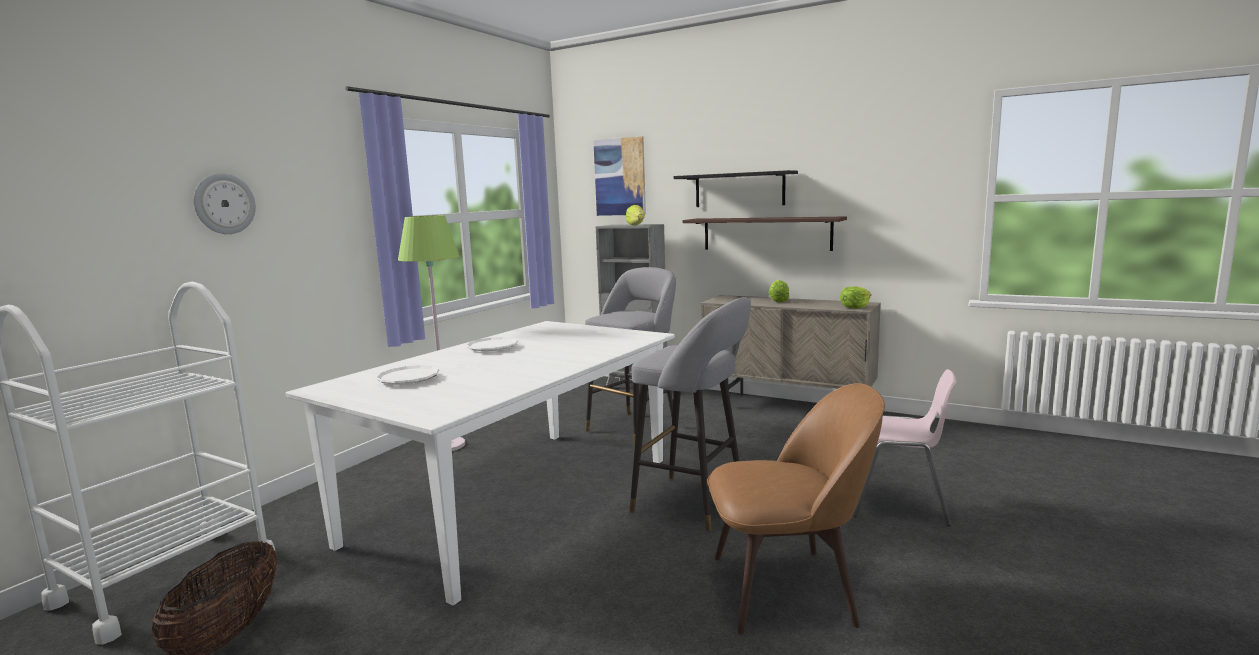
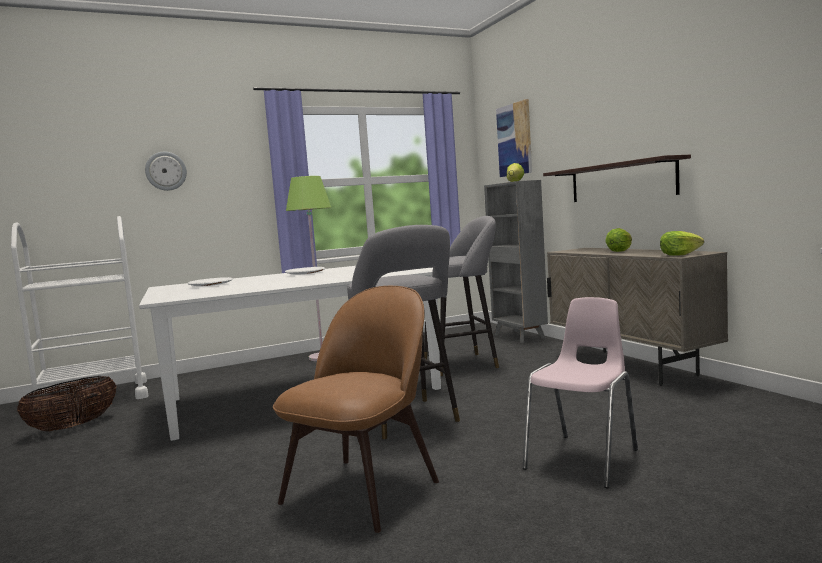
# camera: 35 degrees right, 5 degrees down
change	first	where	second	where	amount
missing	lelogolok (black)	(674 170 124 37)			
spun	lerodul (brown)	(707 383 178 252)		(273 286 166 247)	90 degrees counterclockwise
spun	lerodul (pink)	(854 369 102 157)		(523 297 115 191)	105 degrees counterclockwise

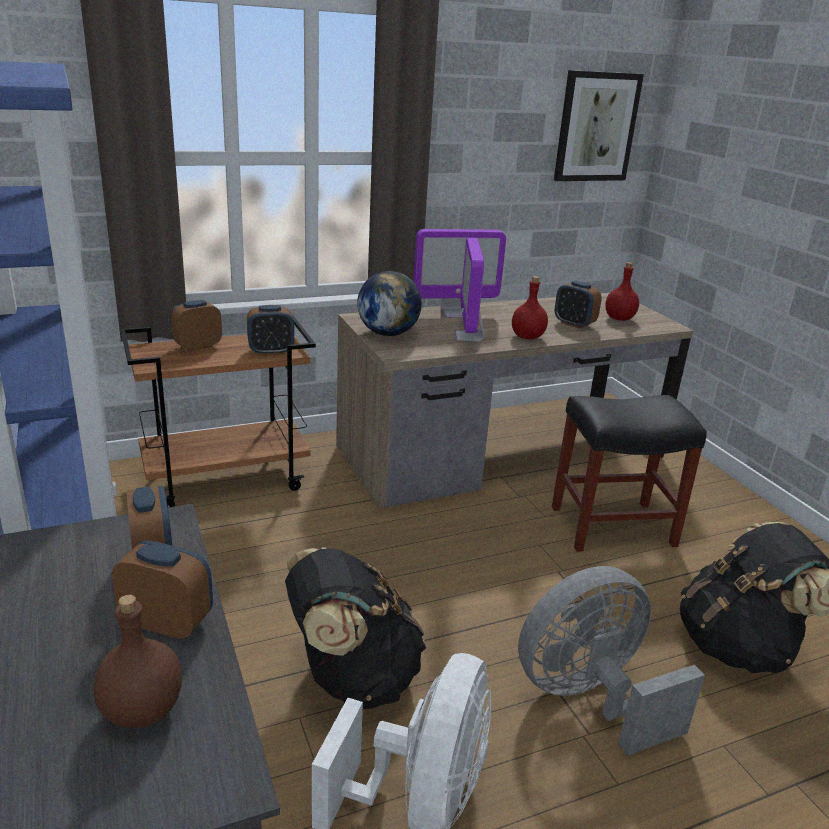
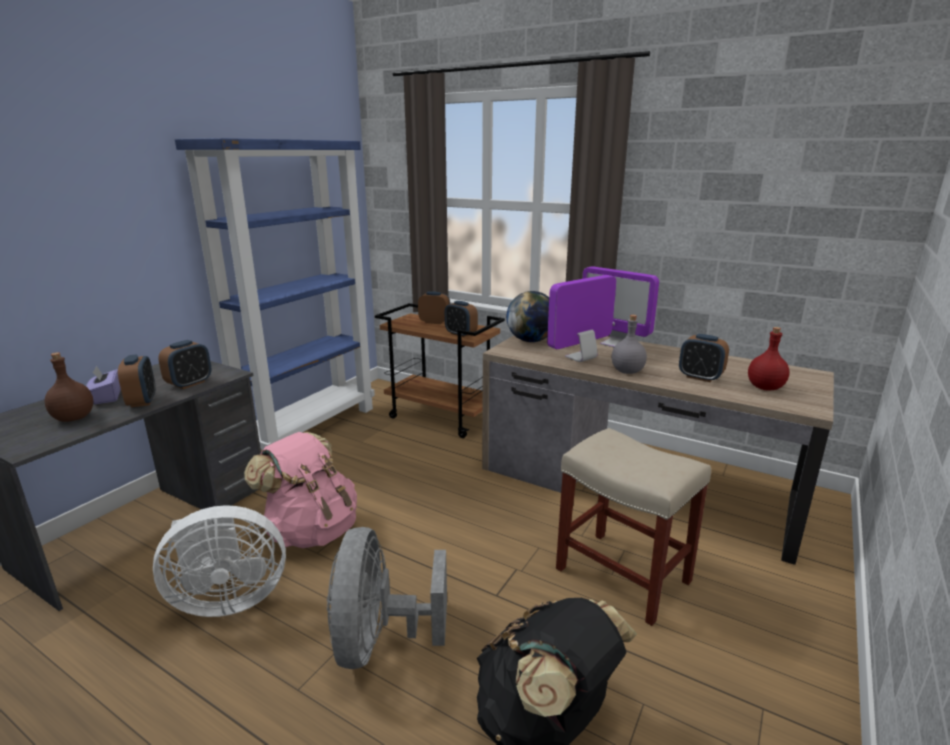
# camera: 55 degrees right, 5 degrees down
change	first	where	second	where	amount
missing	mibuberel	(554 70 90 111)			
appeared			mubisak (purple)	(86 366 35 38)	
colour	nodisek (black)	(285 547 141 162)	nodisek (pink)	(244 432 113 116)	
colour	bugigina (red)	(512 276 36 64)	bugigina (grey)	(612 315 35 59)	
colour	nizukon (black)	(552 395 155 157)	nizukon (beige)	(556 428 155 198)	
spun	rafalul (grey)	(518 566 187 190)		(327 527 120 142)	120 degrees counterclockwise
spun	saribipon	(555 280 47 49)		(679 334 50 48)	60 degrees counterclockwise

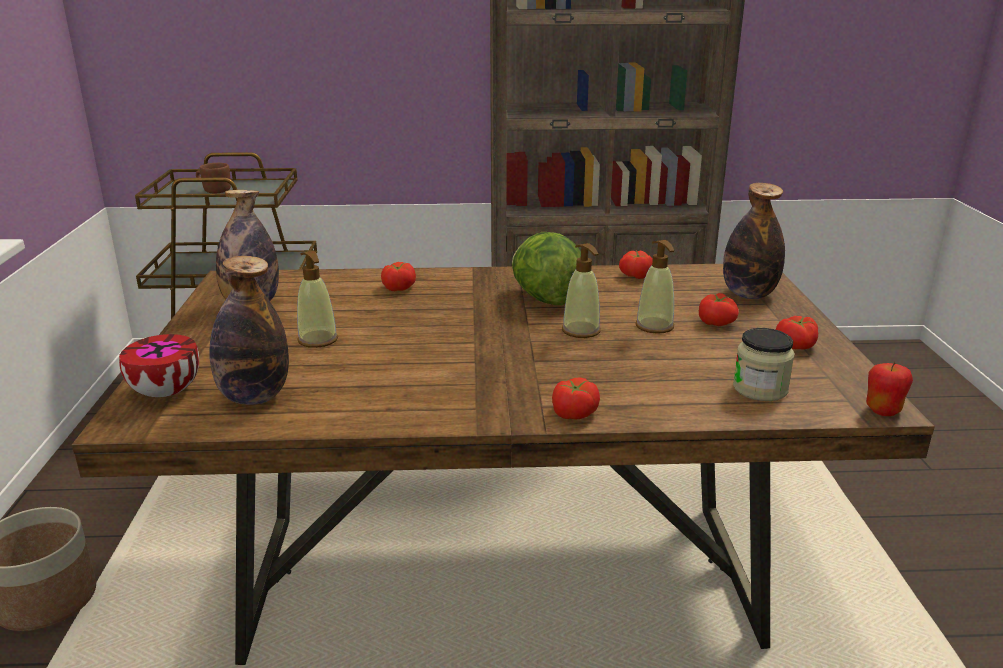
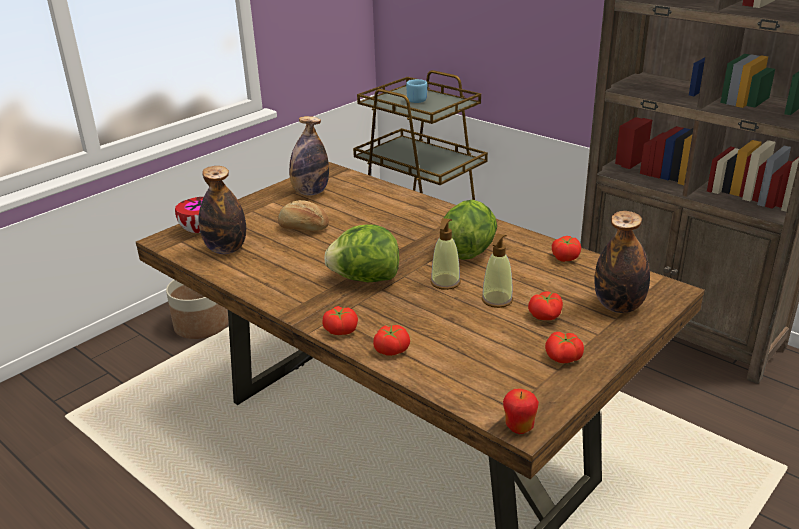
# camera: 45 degrees right, 5 degrees up
change	first	where	second	where	amount
missing	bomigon	(733 328 61 73)			
appeared			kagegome	(324 224 75 58)	
relocated	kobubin	(381 262 35 29)		(373 325 37 31)	
exchanged	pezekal	(297 251 41 97)	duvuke	(278 200 51 31)	
colour	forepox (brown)	(196 163 35 30)	forepox (blue)	(406 79 21 24)	

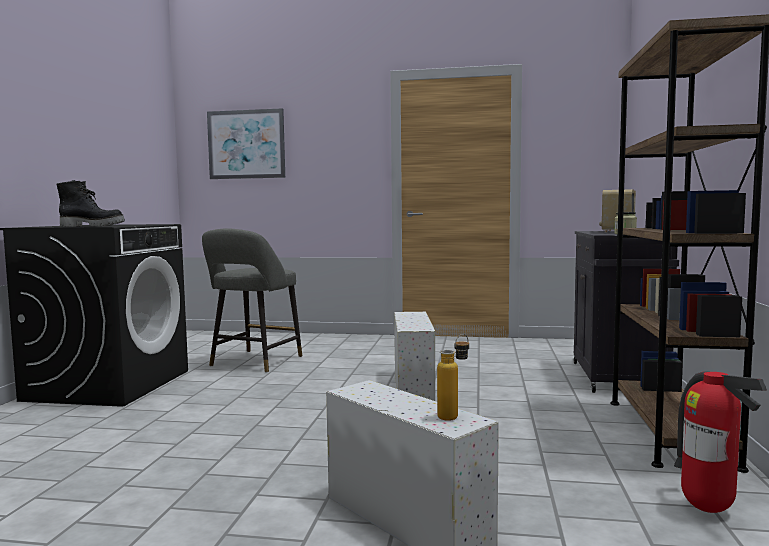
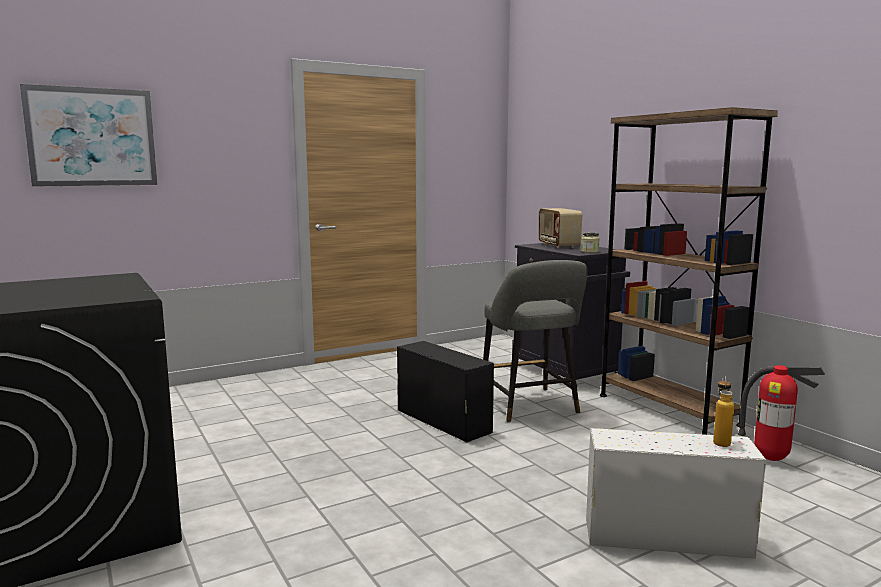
# camera: 40 degrees left, 5 degrees up
change	first	where	second	where	amount
missing	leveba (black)	(56 180 69 47)			
relocated	nizukon (grey)	(202 229 100 144)		(483 260 105 163)	
colour	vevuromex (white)	(394 312 41 89)	vevuromex (black)	(397 341 97 102)	

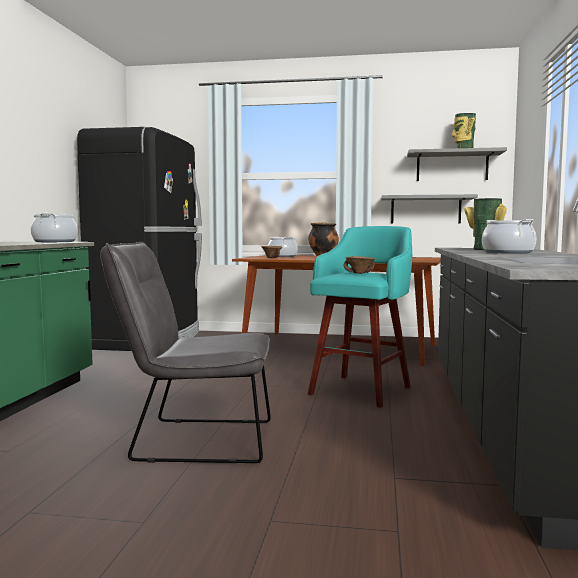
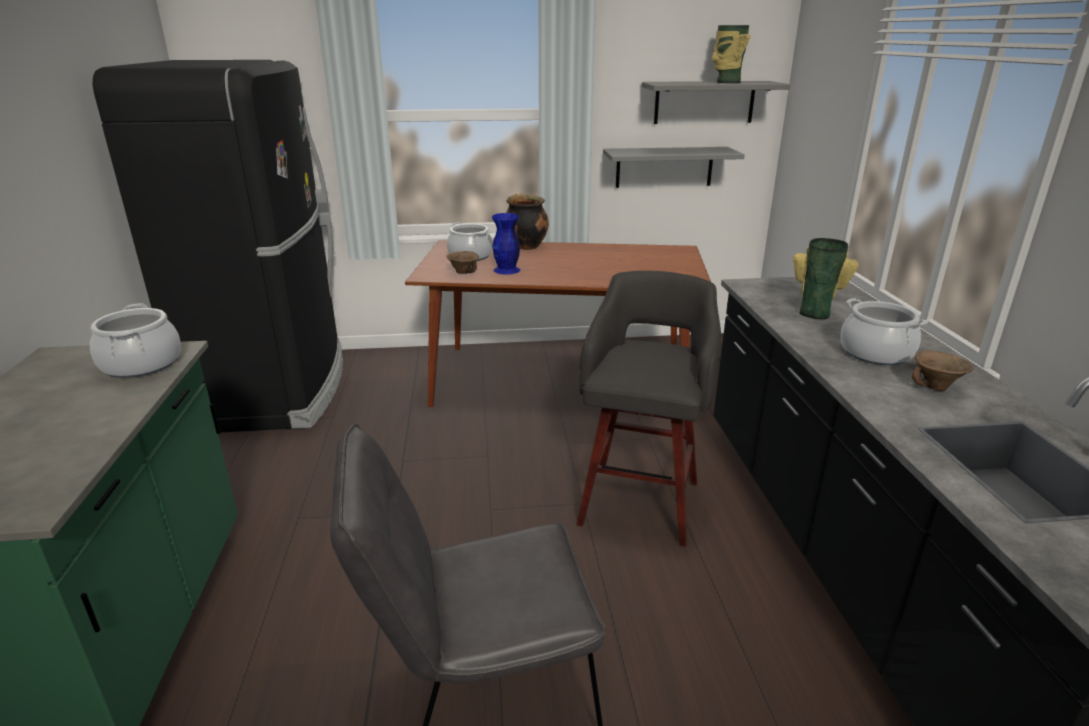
# camera: 15 degrees left, 20 degrees up
change	first	where	second	where	amount
appeared			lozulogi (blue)	(492 213 28 62)	
relocated	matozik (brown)	(344 256 31 18)		(912 350 61 41)	
colour	nizukon (turquoise)	(308 226 104 182)	nizukon (grey)	(576 271 145 276)	

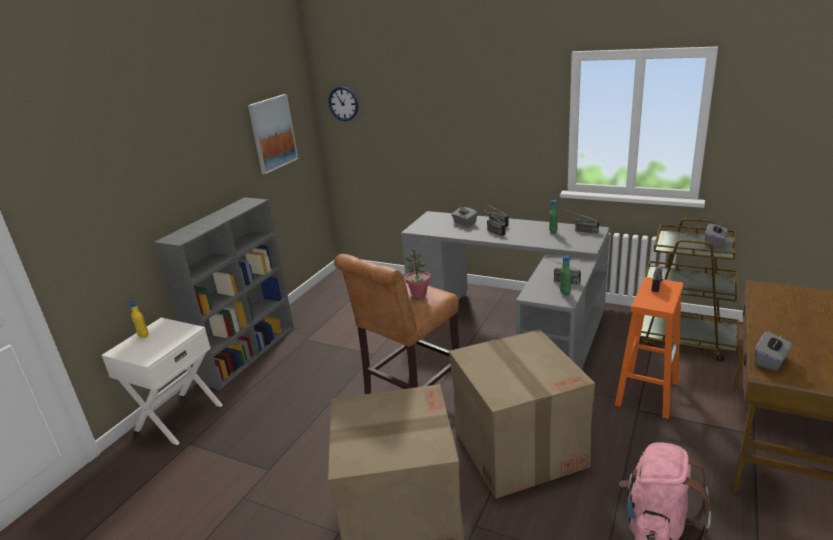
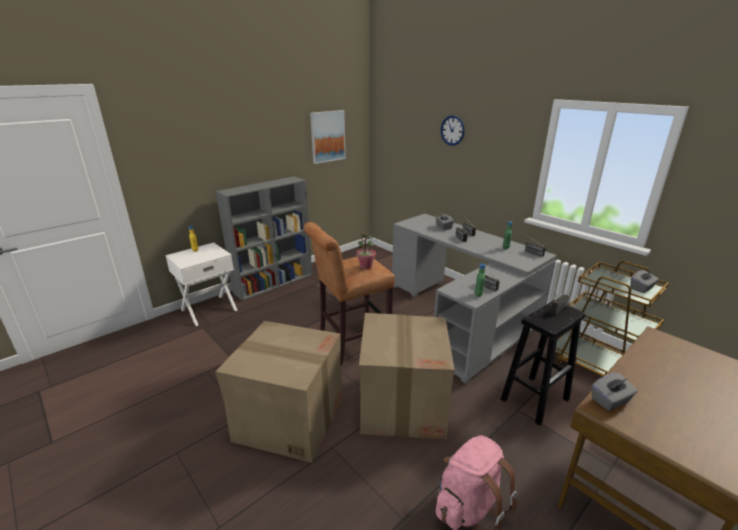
# camera: 20 degrees right, 0 degrees up
change	first	where	second	where	amount
relocated	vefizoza	(329 87 29 34)		(441 115 24 31)	
colour	nizukon (orange)	(615 277 69 142)	nizukon (black)	(501 300 85 126)	

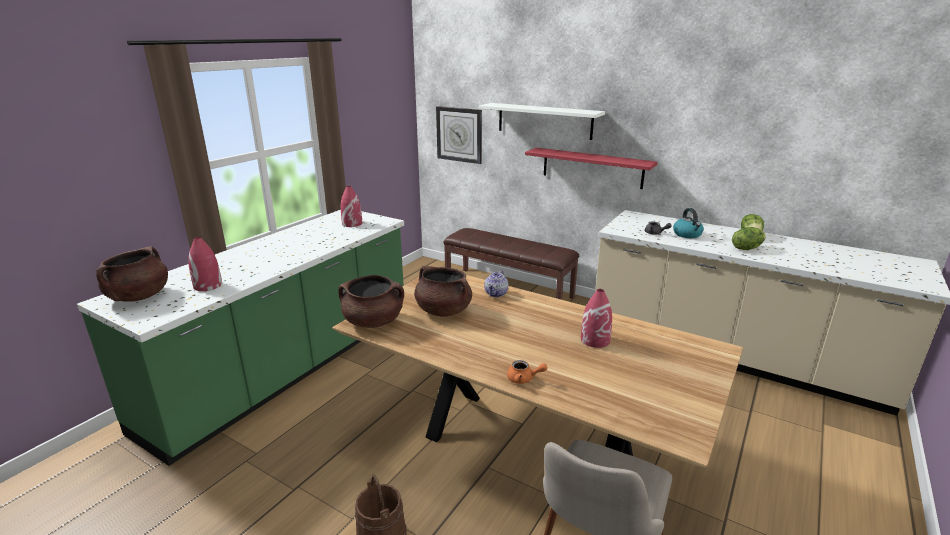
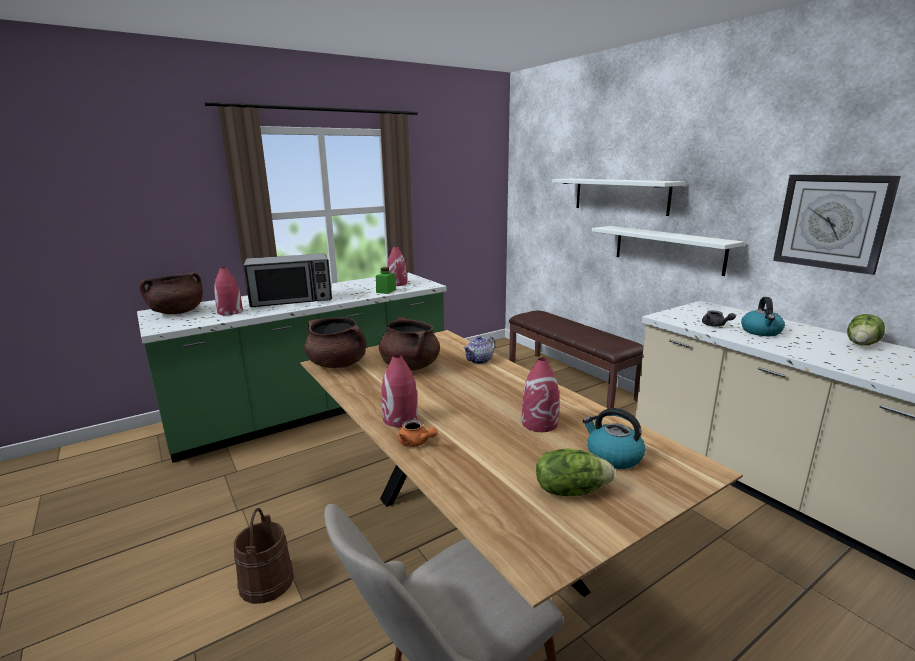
# camera: 25 degrees right, 5 degrees down
change	first	where	second	where	amount
appeared			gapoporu	(243 253 89 54)	
appeared			bomigon (green)	(376 267 20 27)	
appeared			lozulogi (red)	(382 354 36 73)	
appeared			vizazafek	(583 408 62 61)	
relocated	vefizoza	(436 106 46 58)		(773 174 128 101)	
relocated	kagegome	(732 227 34 23)		(536 448 79 48)	
colour	lelogolok (red)	(525 148 133 41)	lelogolok (white)	(592 226 152 50)	

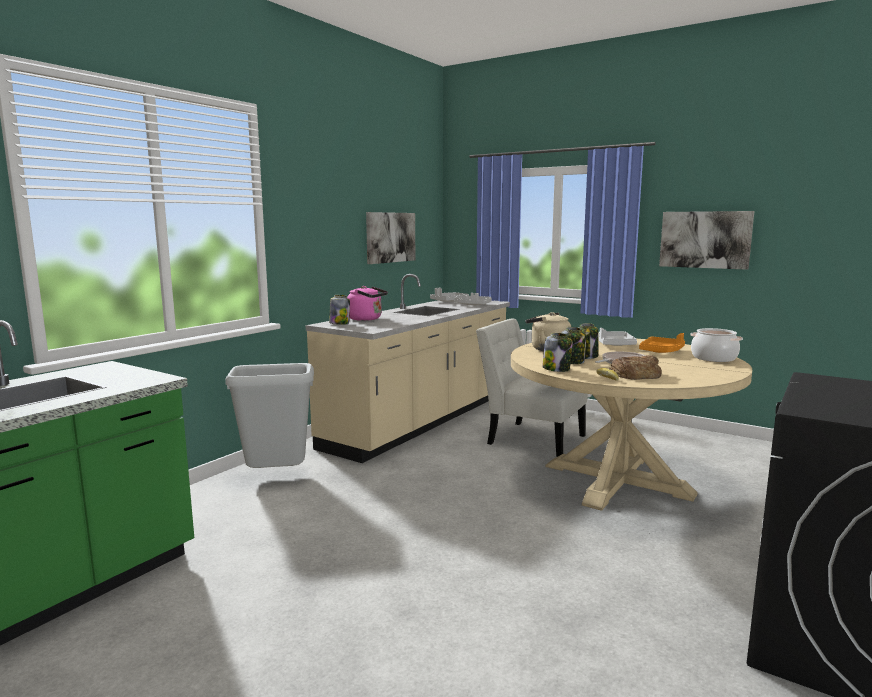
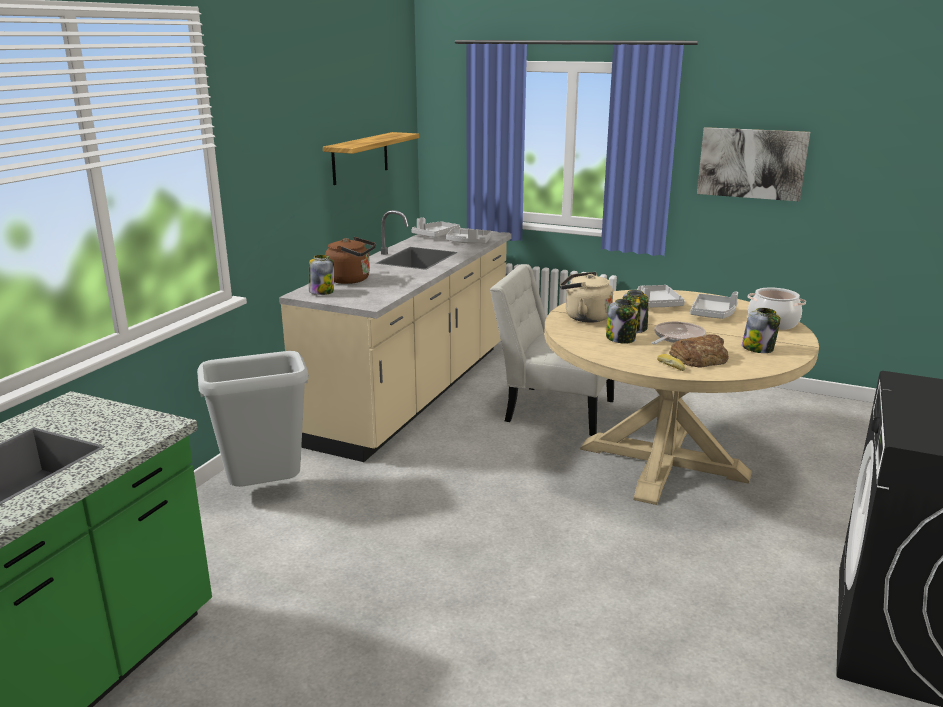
# camera: 10 degrees left, 10 degrees up
change	first	where	second	where	amount
relocated	bomigon	(542 333 31 39)		(742 308 39 45)	
exchanged	mibuberel	(366 212 49 52)	lelogolok	(323 132 96 53)	
colour	vizazafek (pink)	(347 286 41 35)	vizazafek (brown)	(325 237 51 47)	
colour	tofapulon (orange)	(639 333 46 20)	tofapulon (grey)	(690 292 48 27)	

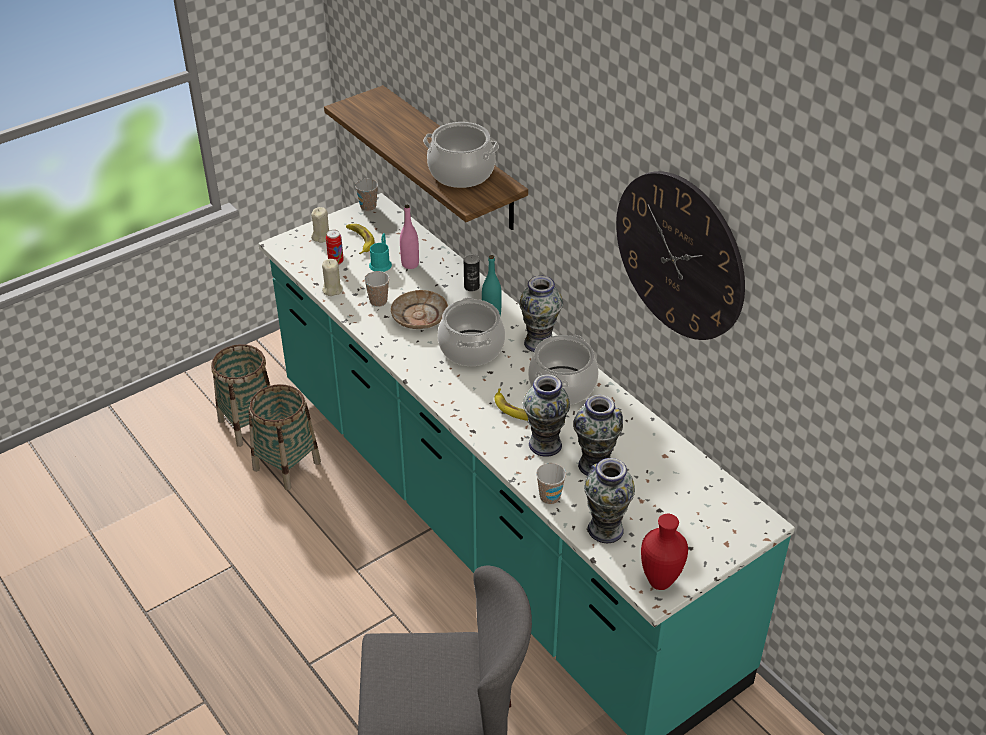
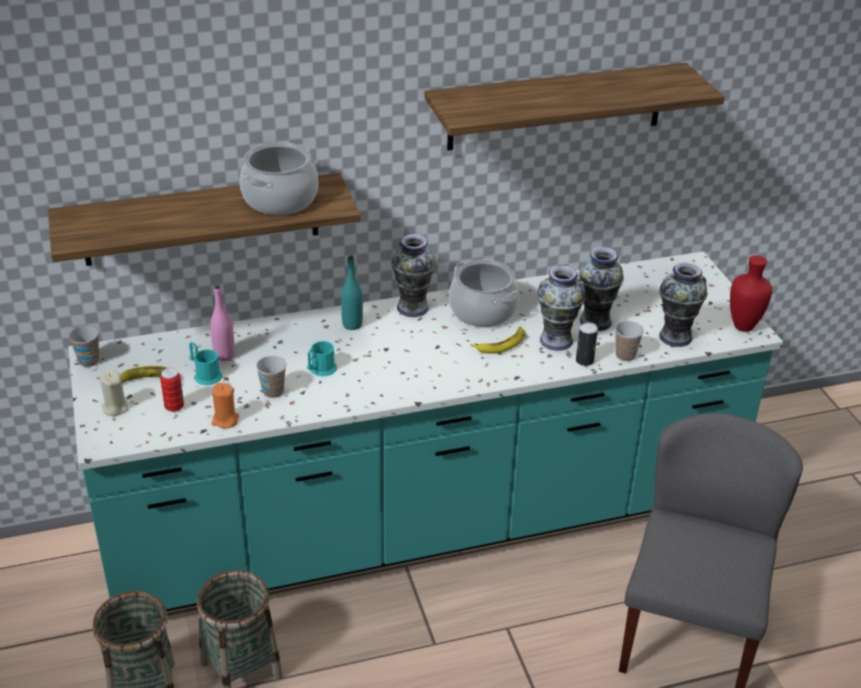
# camera: 70 degrees left, 5 degrees down
change	first	where	second	where	amount
missing	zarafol	(438 297 67 69)			
relocated	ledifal	(464 254 16 38)		(576 322 22 44)	
exchanged	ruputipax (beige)	(391 290 57 39)	forepox (turquoise)	(307 341 30 35)	
exchanged	vefizoza	(616 171 129 169)	lelogolok	(424 63 301 87)	
colour	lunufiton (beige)	(322 259 21 37)	lunufiton (orange)	(211 383 28 45)	

